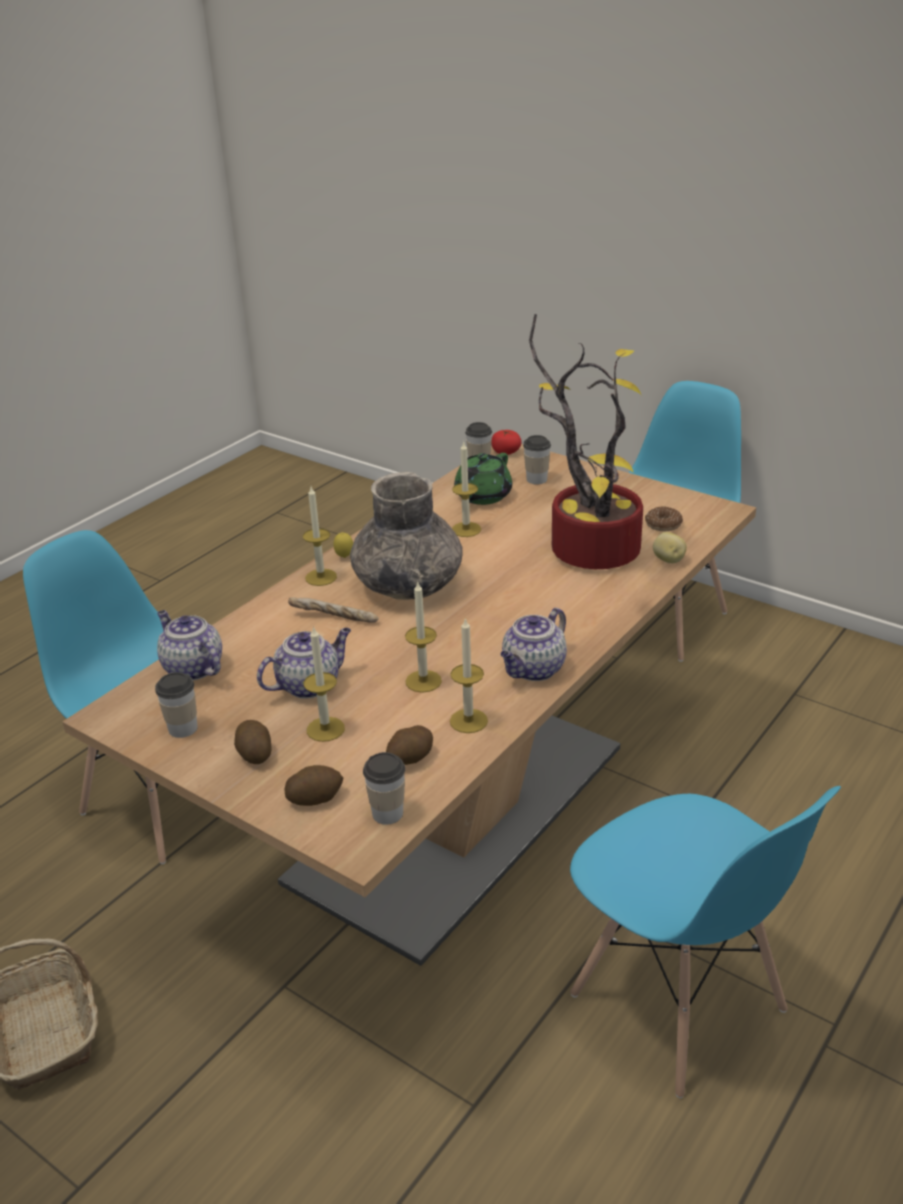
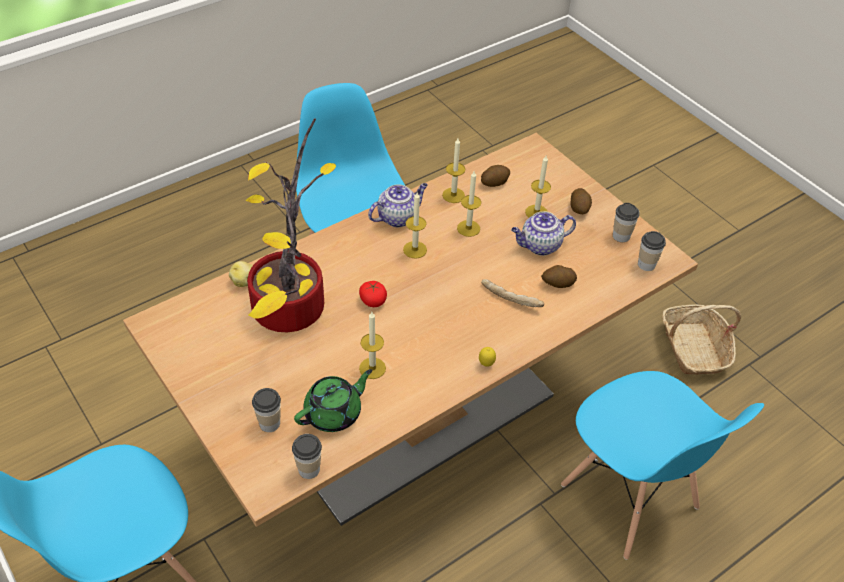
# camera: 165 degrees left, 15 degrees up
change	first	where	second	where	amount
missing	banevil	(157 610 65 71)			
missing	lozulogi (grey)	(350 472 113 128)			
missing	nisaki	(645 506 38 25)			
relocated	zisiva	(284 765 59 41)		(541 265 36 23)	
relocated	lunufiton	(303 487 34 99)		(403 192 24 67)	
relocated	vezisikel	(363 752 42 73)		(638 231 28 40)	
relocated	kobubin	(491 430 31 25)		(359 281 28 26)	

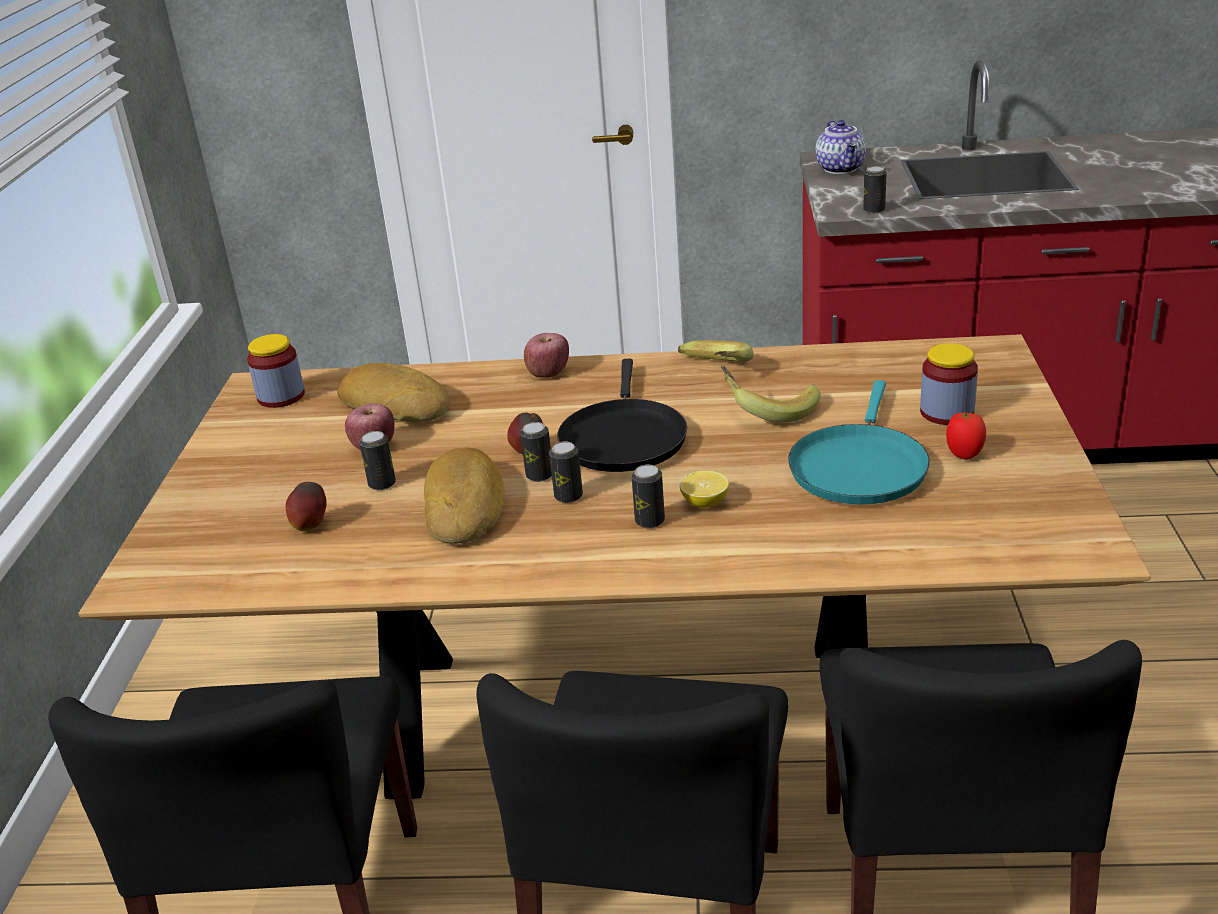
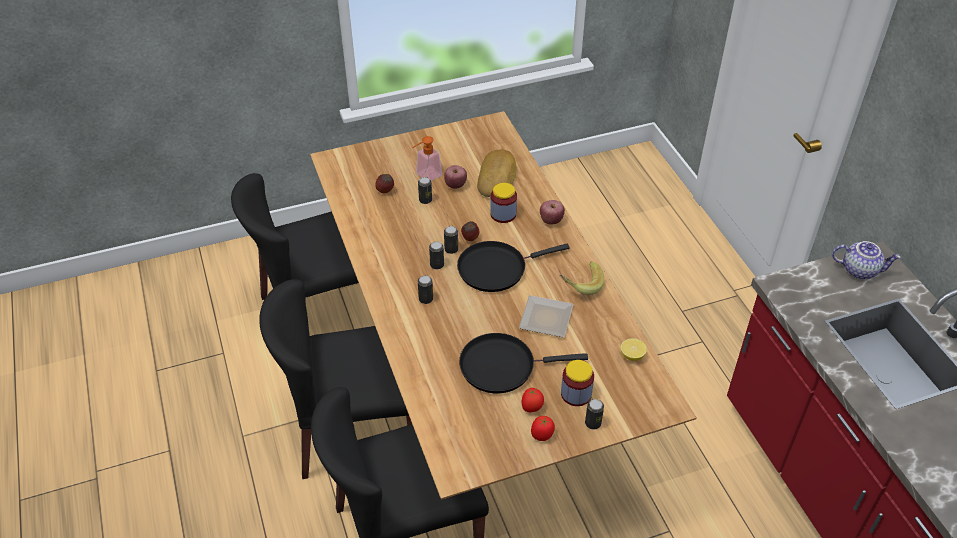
# camera: 65 degrees right, 15 degrees up
change	first	where	second	where	amount
missing	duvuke	(424 448 81 96)			
appeared			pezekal	(412 136 30 45)	
appeared			kobubin	(531 416 24 25)	
relocated	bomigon	(247 334 58 74)		(490 183 27 40)	
relocated	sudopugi	(680 470 49 38)		(621 338 26 23)	
relocated	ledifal	(863 166 24 47)		(585 399 19 30)	
exchanged	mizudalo	(721 366 99 56)	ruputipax	(519 295 55 43)	
colour	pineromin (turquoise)	(788 380 142 125)	pineromin (black)	(459 333 129 60)	
spun	banevil	(815 120 51 54)		(832 241 69 38)	135 degrees counterclockwise

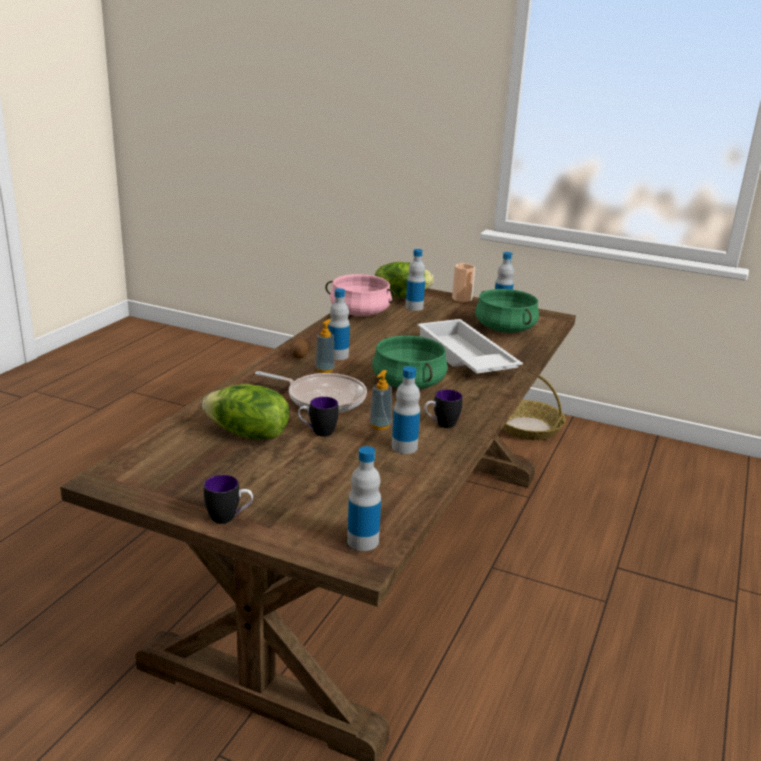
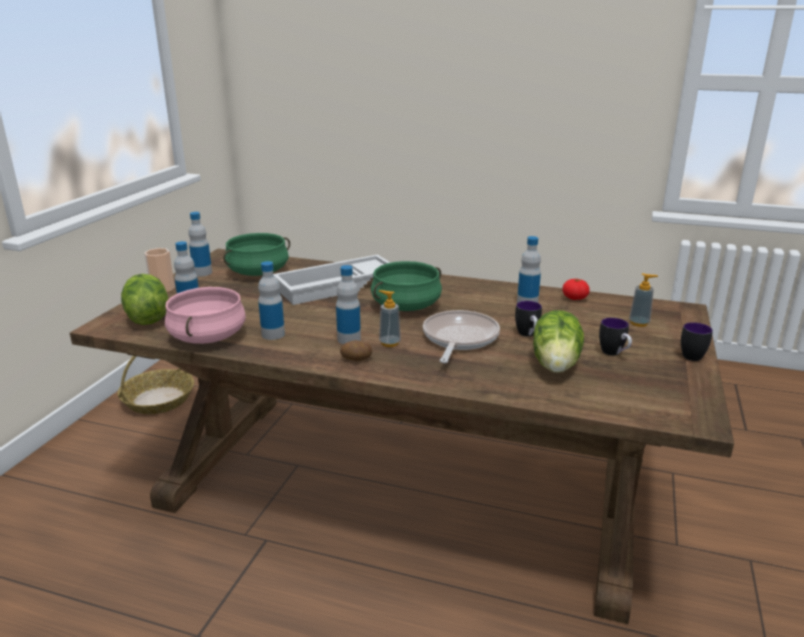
# camera: 95 degrees left, 0 degrees up
change	first	where	second	where	amount
appeared			kobubin	(562 279 28 21)	
relocated	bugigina	(347 446 34 105)		(258 261 27 79)	
relocated	pezekal	(369 370 23 60)		(629 273 29 54)	
relocated	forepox	(424 390 39 38)		(599 318 33 38)	

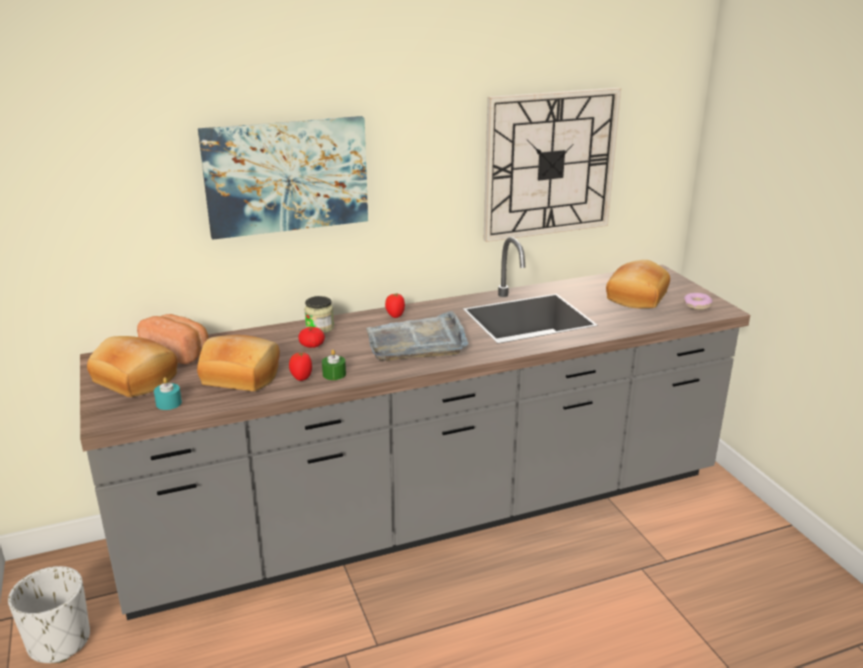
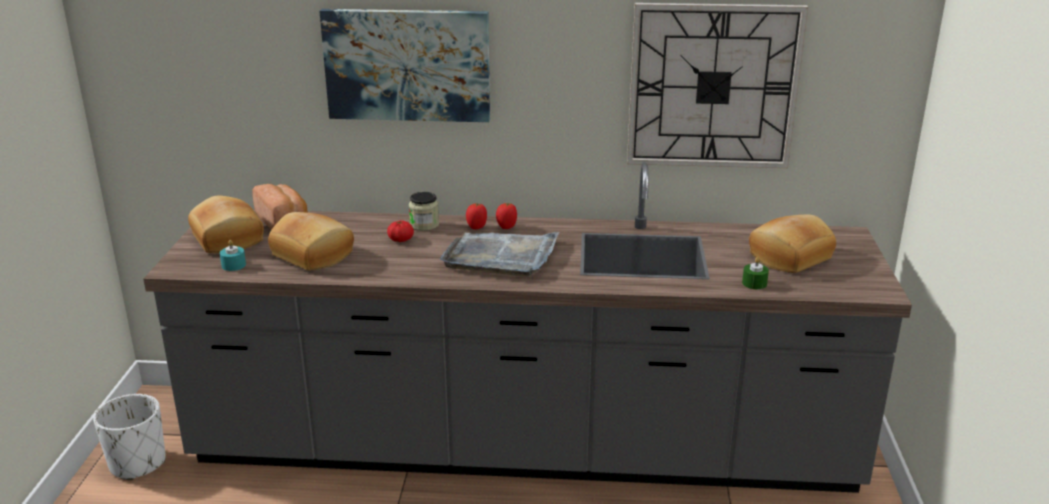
# camera: 25 degrees right, 0 degrees up
change	first	where	second	where	amount
missing	nisaki	(684 293 29 17)			
relocated	kobubin	(289 352 23 29)		(466 203 21 26)	
relocated	lunufiton (green)	(322 350 24 30)		(742 257 27 32)	

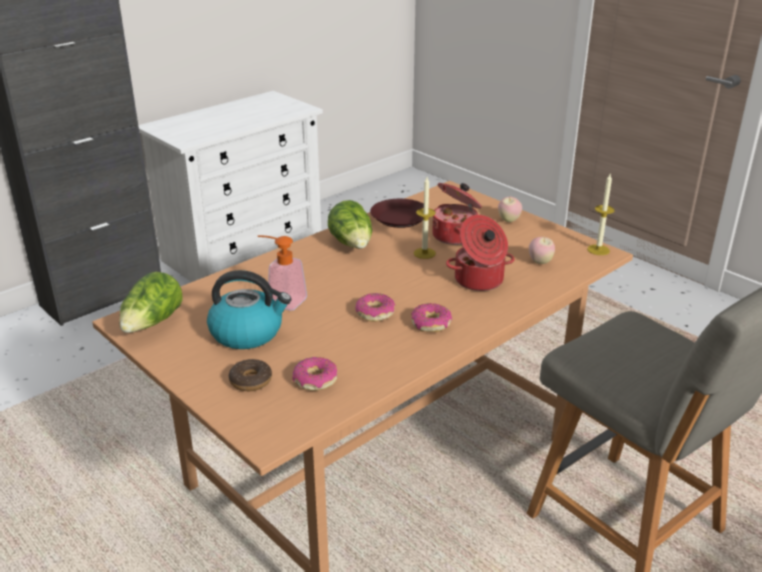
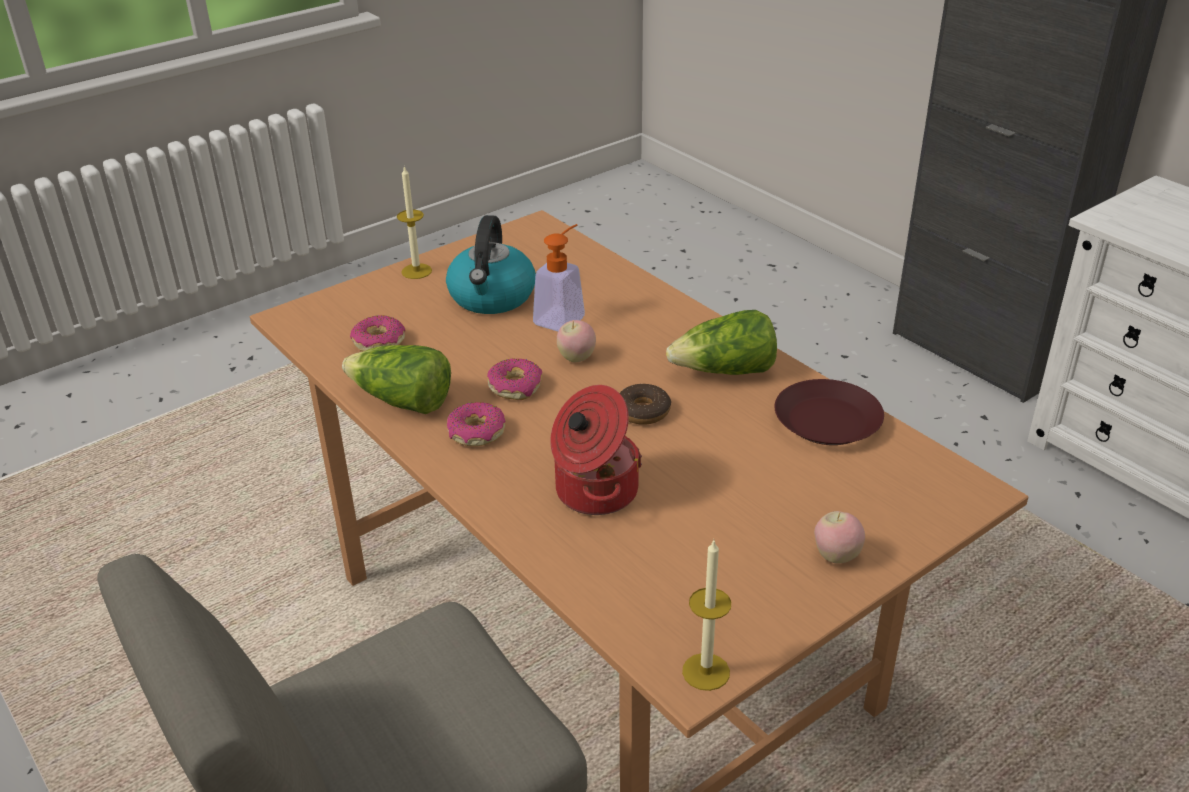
# camera: 95 degrees right, 5 degrees up
change	first	where	second	where	amount
missing	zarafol	(432 183 50 62)			
relocated	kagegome	(119 272 64 61)		(342 345 109 69)	
relocated	nisaki	(229 359 43 32)		(620 384 51 41)	
relocated	lunufiton	(414 177 22 82)		(397 166 35 113)	
relocated	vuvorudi	(529 236 26 28)		(557 320 39 42)	

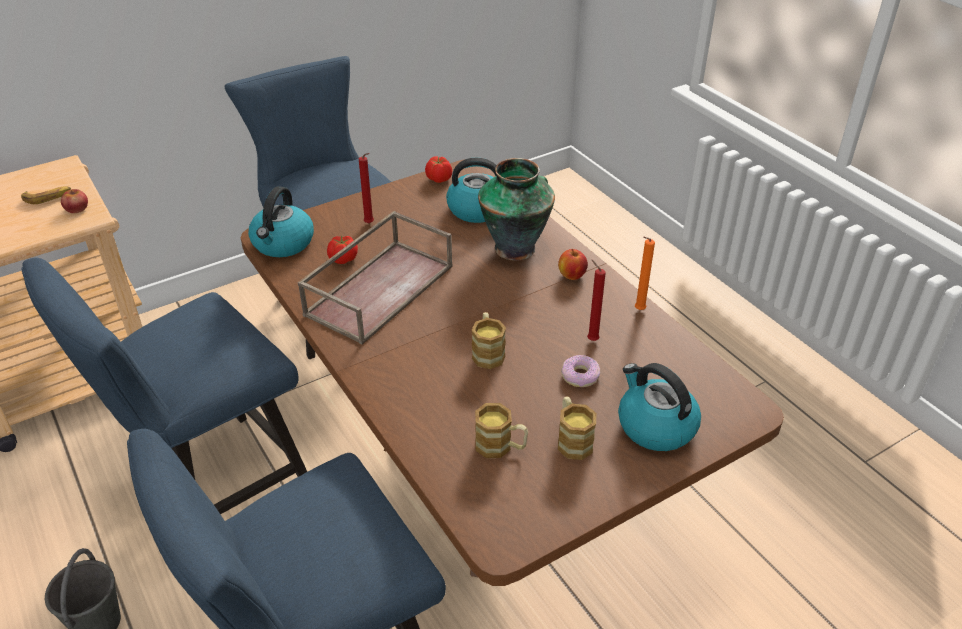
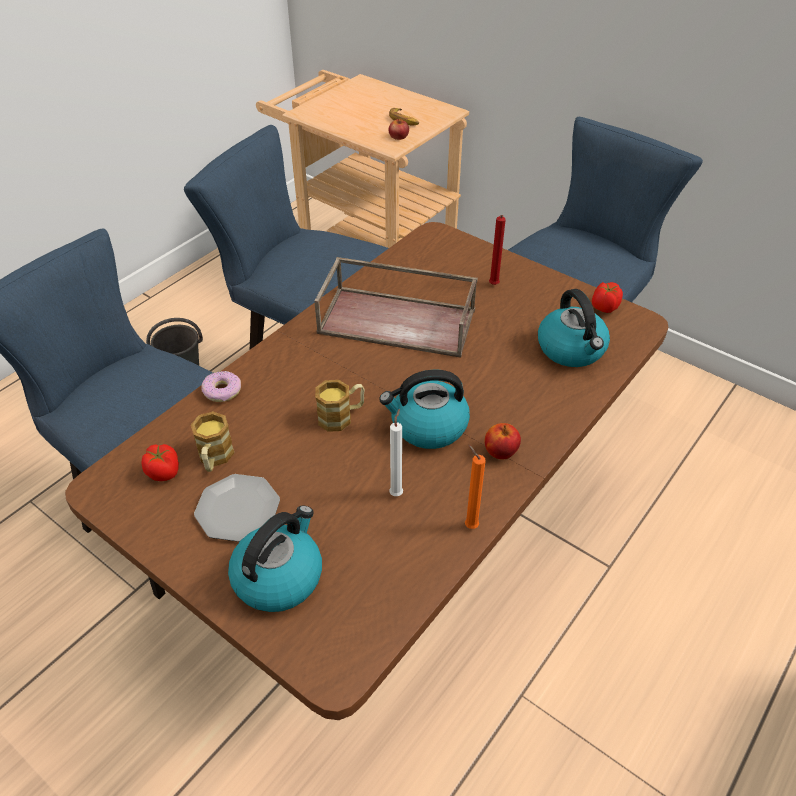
# camera: 70 degrees right, 5 degrees up
change	first	where	second	where	amount
missing	lozulogi	(478 158 77 103)			
relocated	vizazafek	(248 186 66 71)		(379 370 91 79)	
relocated	kobubin	(327 235 31 29)		(142 444 37 37)	
relocated	nisaki	(561 355 40 32)		(202 371 39 31)	
exchanged	forepox	(558 396 38 64)	ruputipax	(194 474 86 68)	
colour	lunufiton (red)	(587 260 19 81)	lunufiton (white)	(389 409 14 87)	

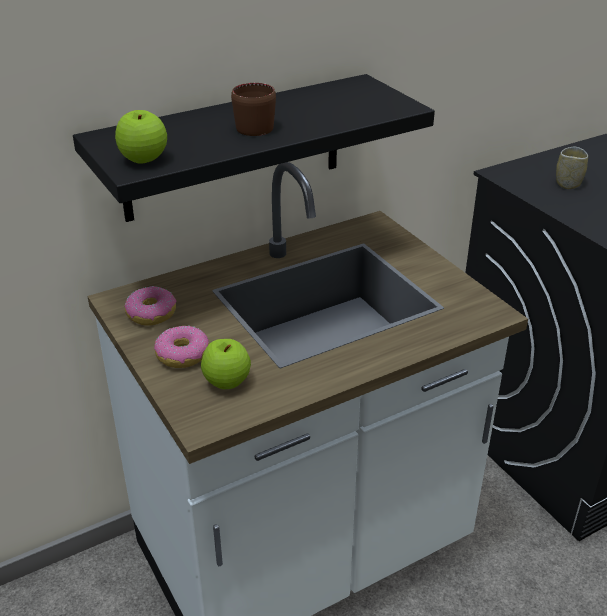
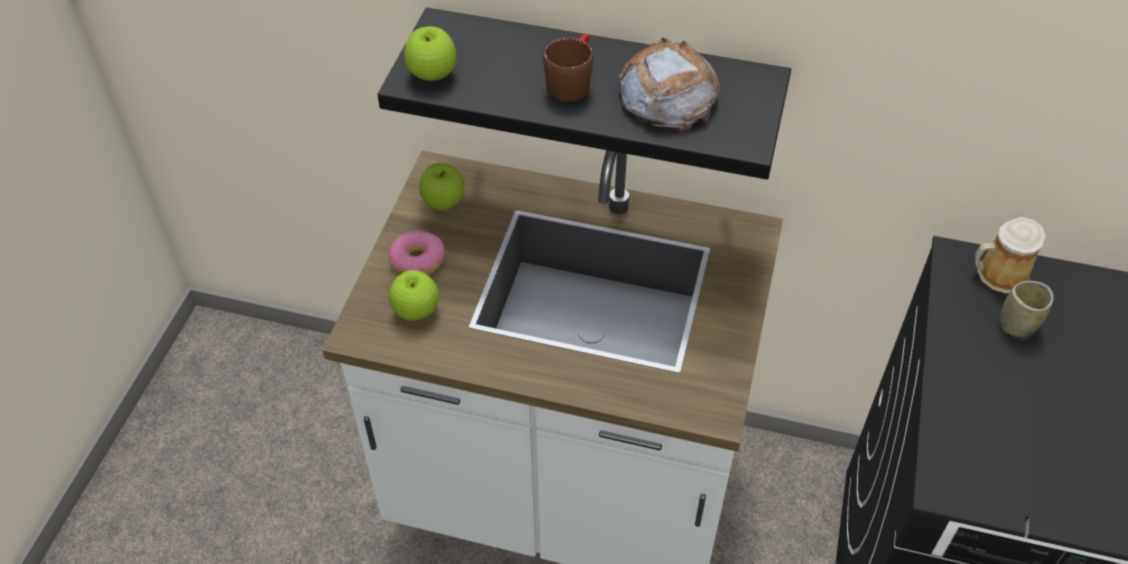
# camera: 45 degrees right, 15 degrees up
change	first	where	second	where	amount
appeared			duvuke	(618 37 102 95)	
appeared			forepox	(975 217 71 77)	
exchanged	nisaki	(125 286 51 40)	vuvorudi	(419 163 46 47)	

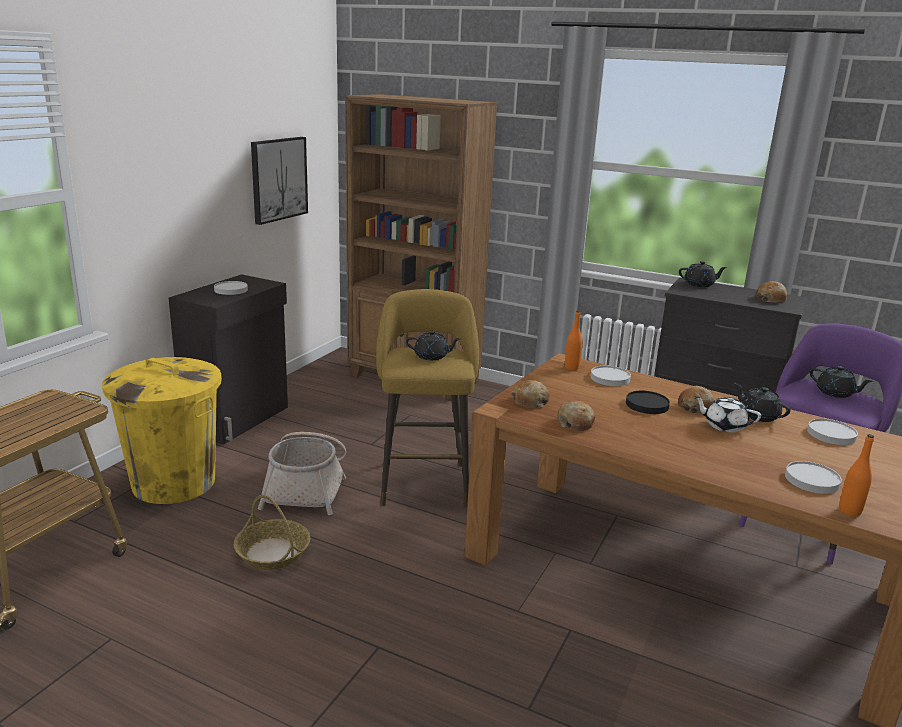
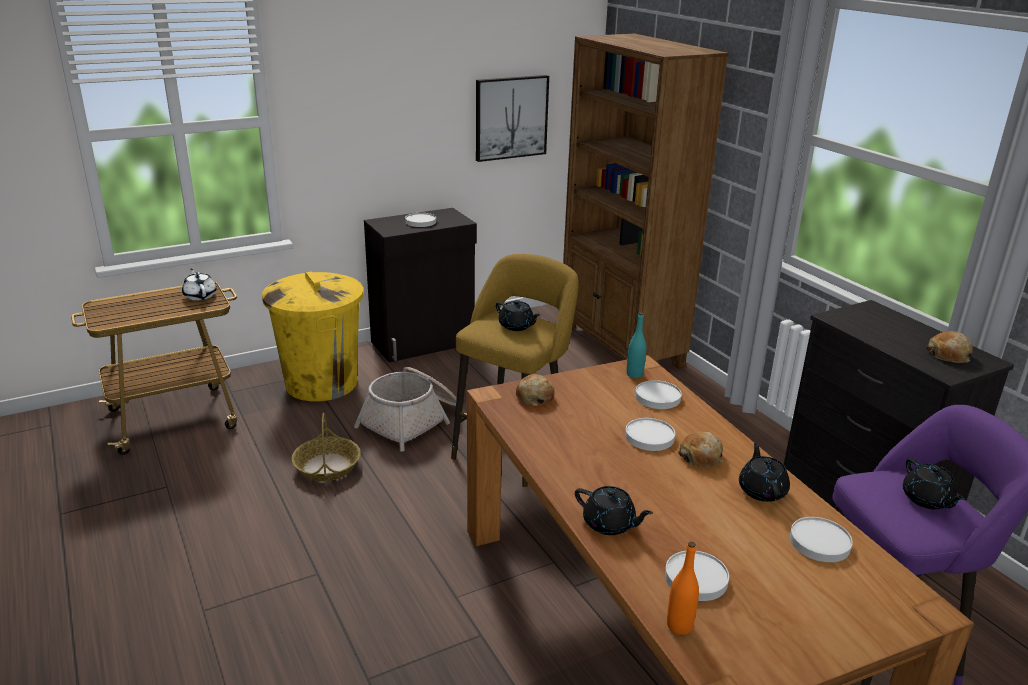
# camera: 35 degrees right, 5 degrees up
change	first	where	second	where	amount
missing	duvuke	(558 401 37 30)			
relocated	banevil (black)	(679 261 48 26)		(575 486 78 49)	
relocated	banevil (white)	(694 396 67 36)		(182 269 34 32)	
colour	bugigina (orange)	(565 310 18 60)	bugigina (turquoise)	(627 312 19 66)	
colour	ruputipax (black)	(626 391 44 23)	ruputipax (white)	(625 418 50 33)	

